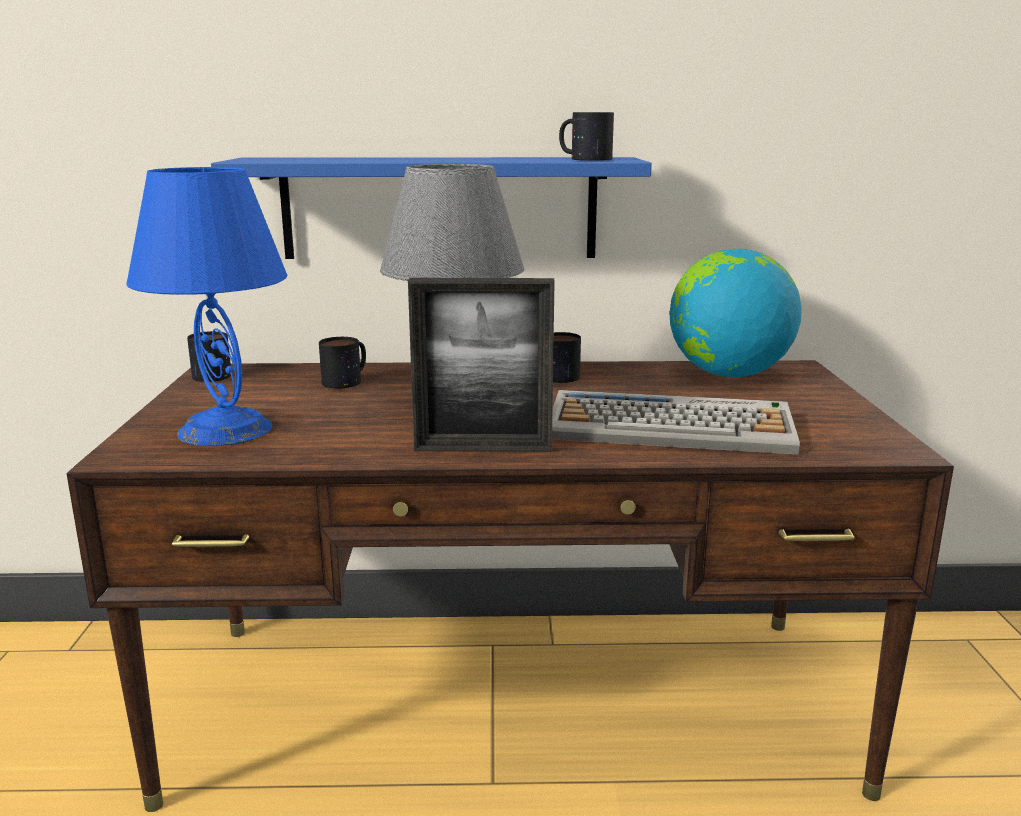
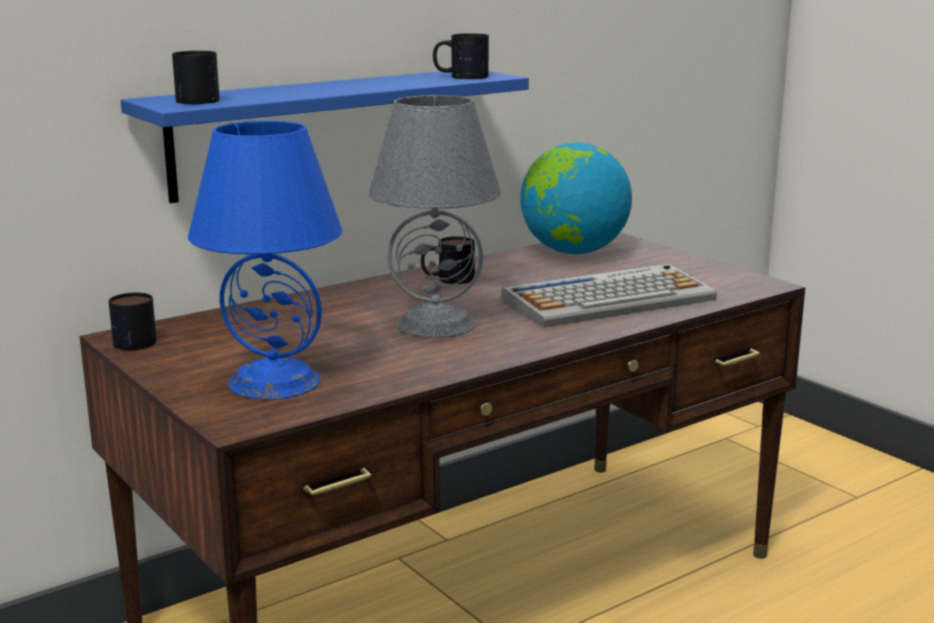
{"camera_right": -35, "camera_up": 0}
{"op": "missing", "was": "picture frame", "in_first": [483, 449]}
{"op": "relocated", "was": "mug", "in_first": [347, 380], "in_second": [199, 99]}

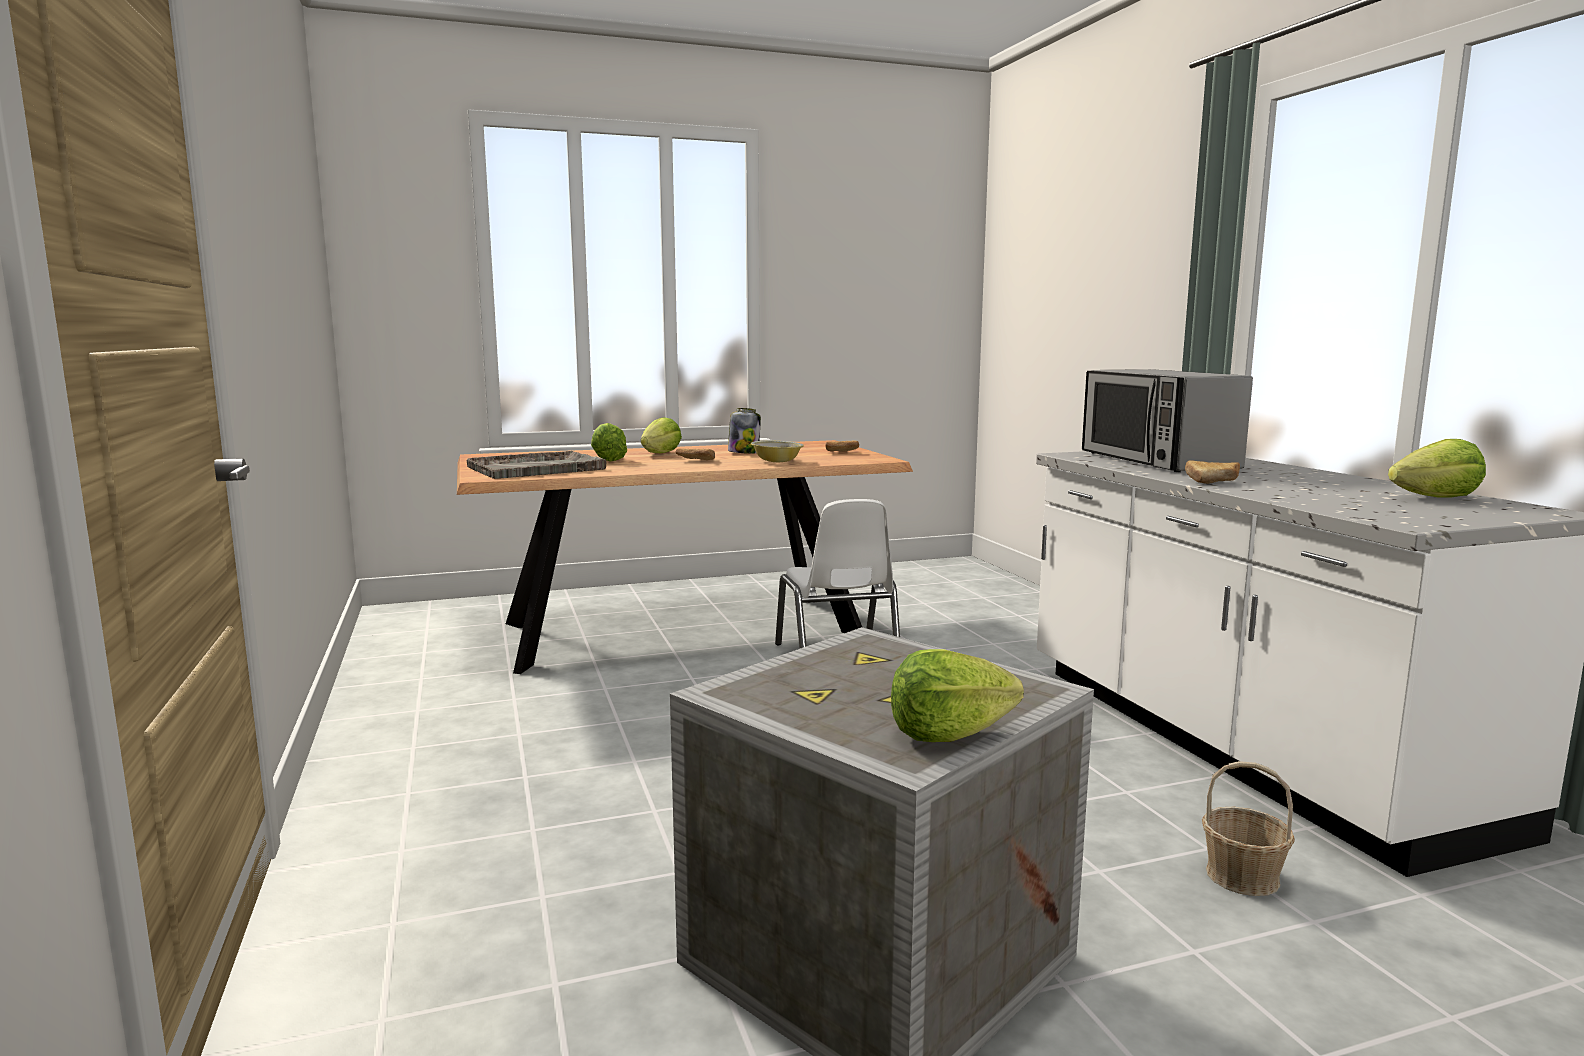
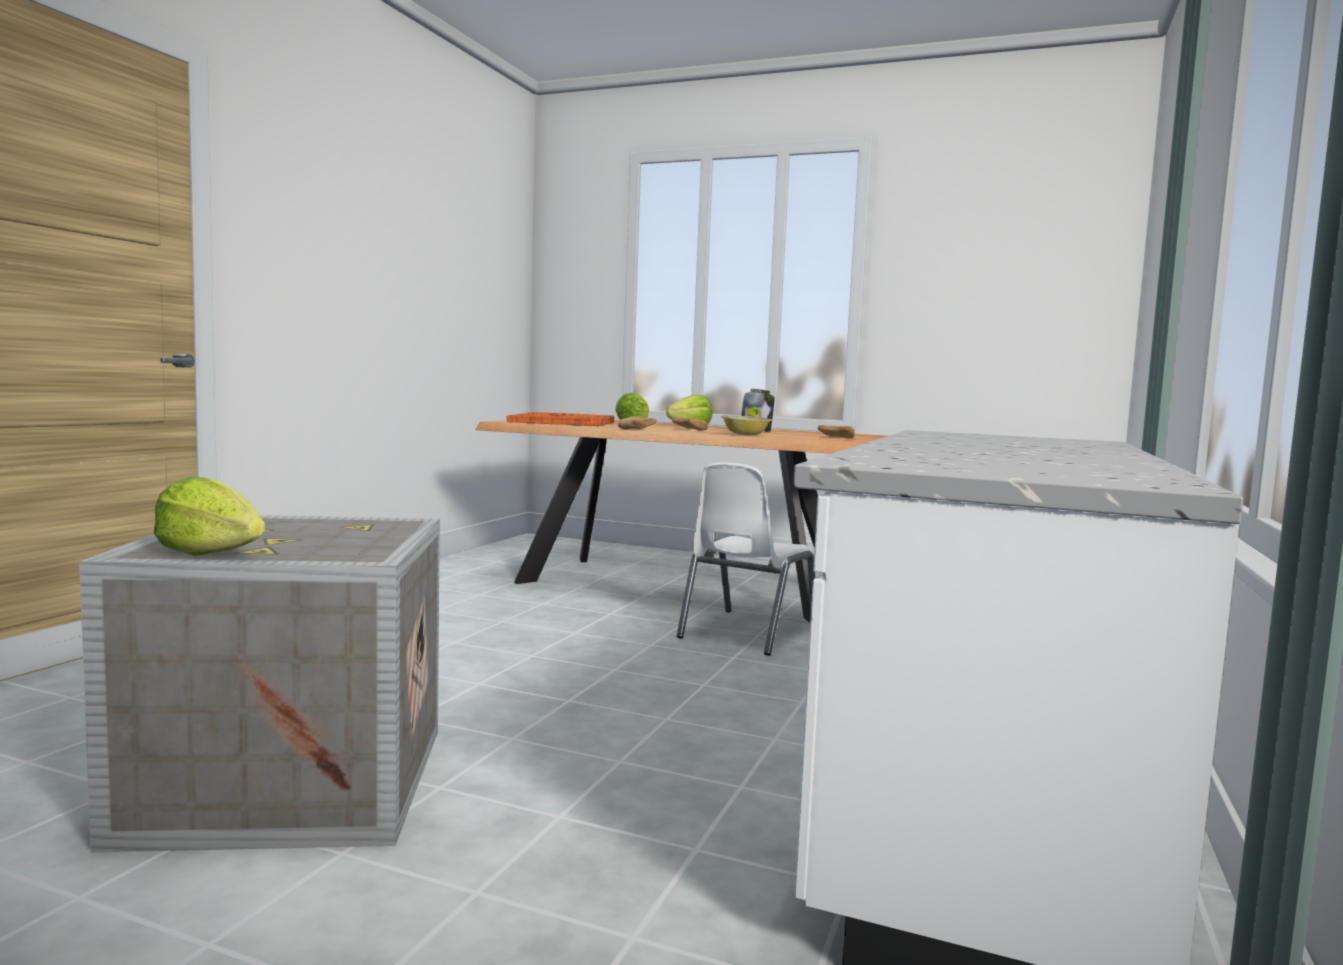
{"camera_right": 40, "camera_up": -5}
{"op": "missing", "was": "microwave", "in_first": [1156, 461]}
{"op": "missing", "was": "lettuce", "in_first": [1435, 498]}
{"op": "colour", "was": "grey tray", "now": "orange tray", "in_first": [537, 468], "in_second": [563, 422]}
{"op": "relocated", "was": "bread", "in_first": [1215, 481], "in_second": [638, 429]}
{"op": "missing", "was": "basket", "in_first": [1243, 877]}

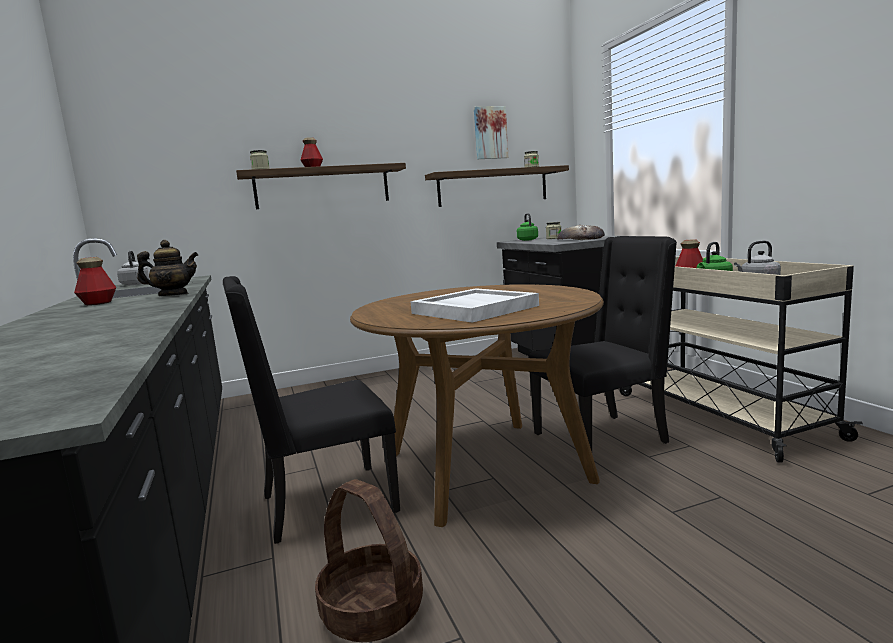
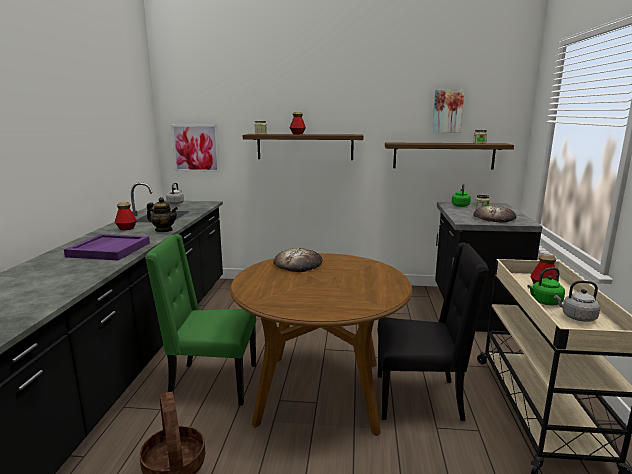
{"camera_right": 25, "camera_up": 5}
{"op": "colour", "was": "black chair", "now": "green chair", "in_first": [325, 504], "in_second": [211, 383]}
{"op": "missing", "was": "white tray", "in_first": [473, 309]}
{"op": "appeared", "now": "picture", "in_second": [196, 148]}
{"op": "appeared", "now": "purple tray", "in_second": [109, 249]}
{"op": "appeared", "now": "bread", "in_second": [298, 264]}

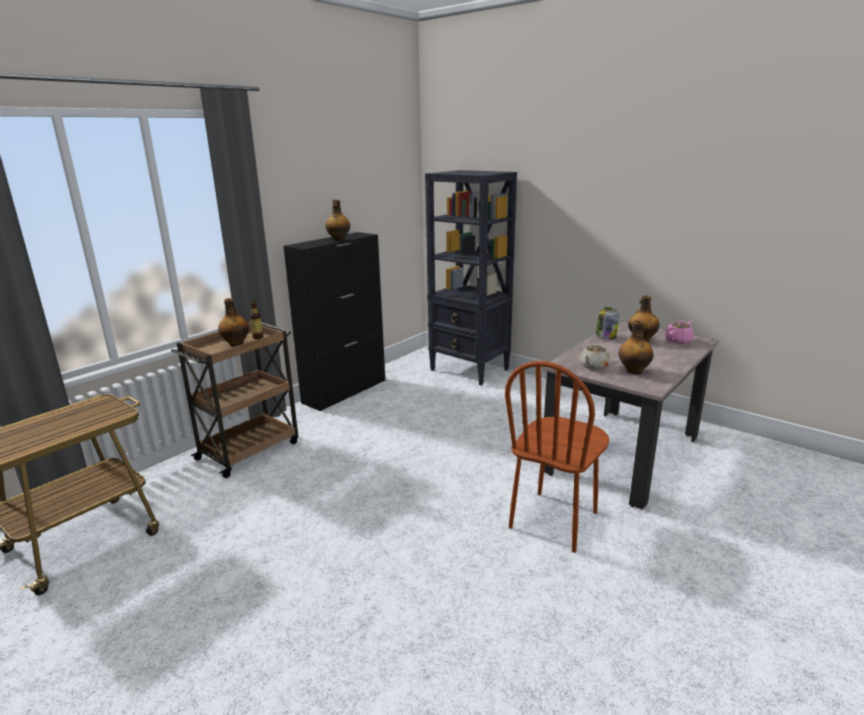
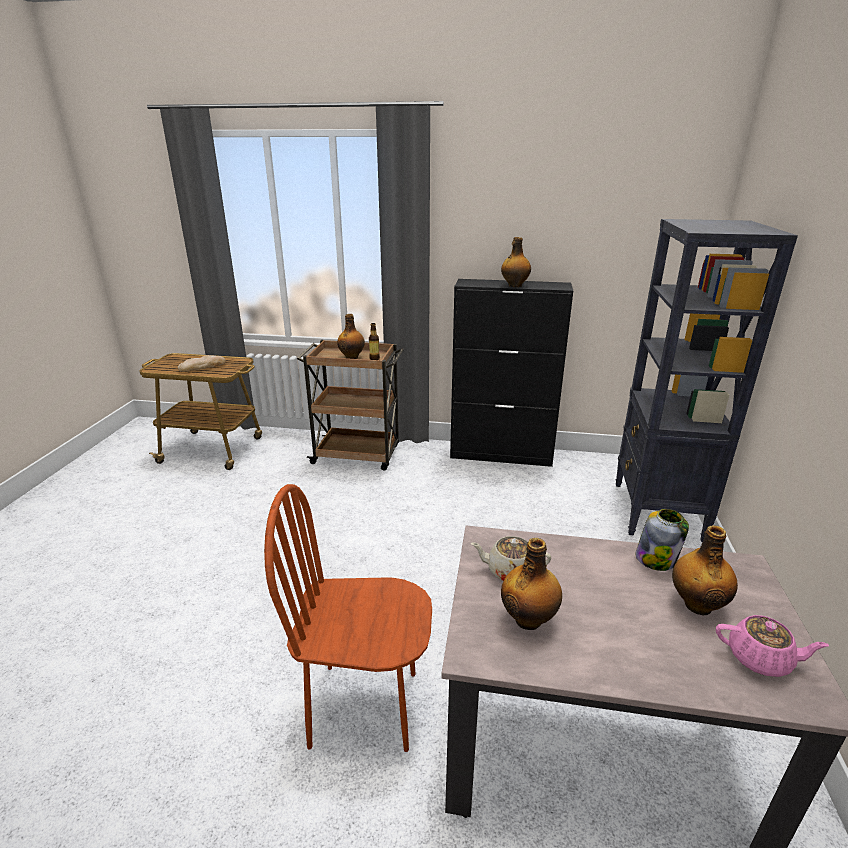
{"camera_right": 60, "camera_up": 5}
{"op": "appeared", "now": "bread", "in_second": [202, 366]}

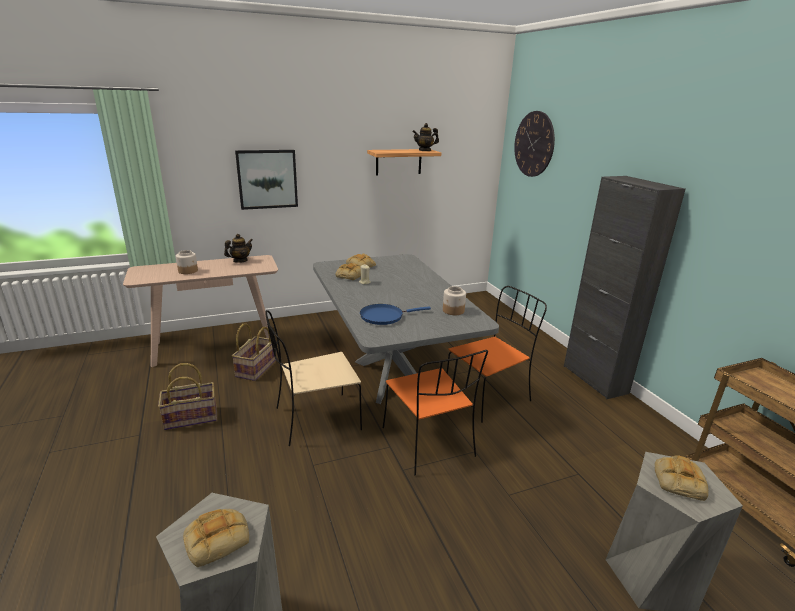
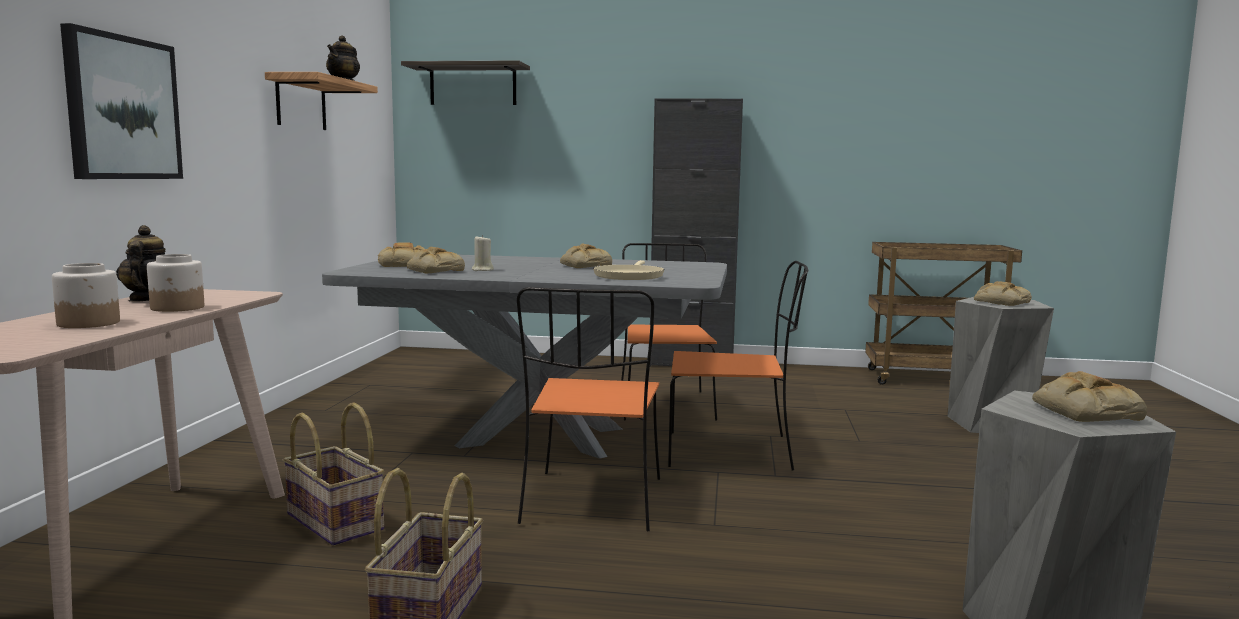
{"camera_right": -60, "camera_up": -15}
{"op": "exchanged", "was": "wall clock", "now": "shelf", "in_first": [534, 144], "in_second": [473, 85]}
{"op": "relocated", "was": "jar", "in_first": [453, 311], "in_second": [178, 308]}
{"op": "colour", "was": "blue frying pan", "now": "beige frying pan", "in_first": [384, 316], "in_second": [629, 276]}
{"op": "colour", "was": "beige chair", "now": "orange chair", "in_first": [315, 419], "in_second": [593, 503]}
{"op": "appeared", "now": "bread", "in_second": [584, 265]}

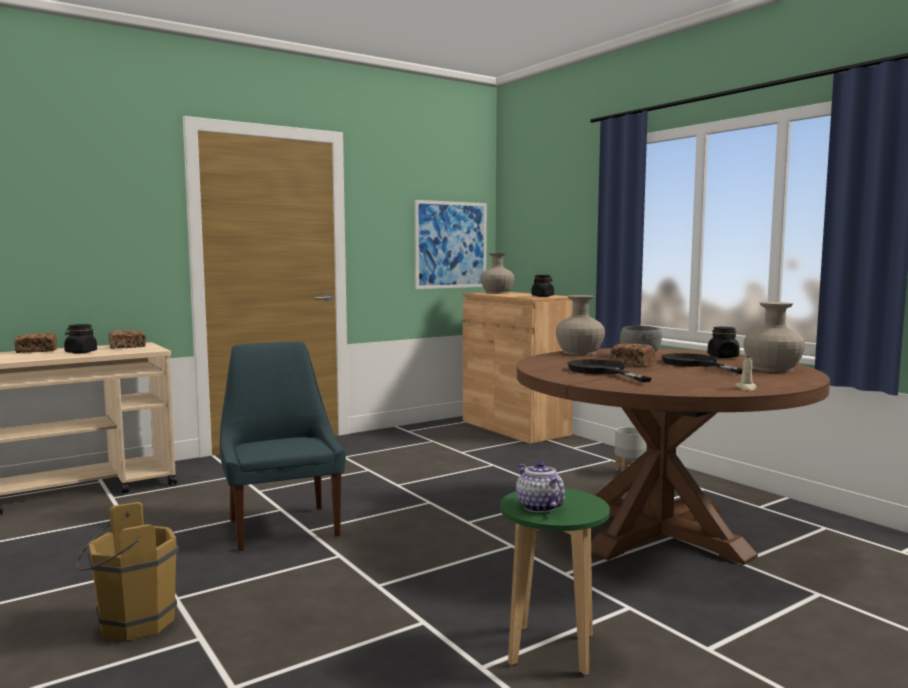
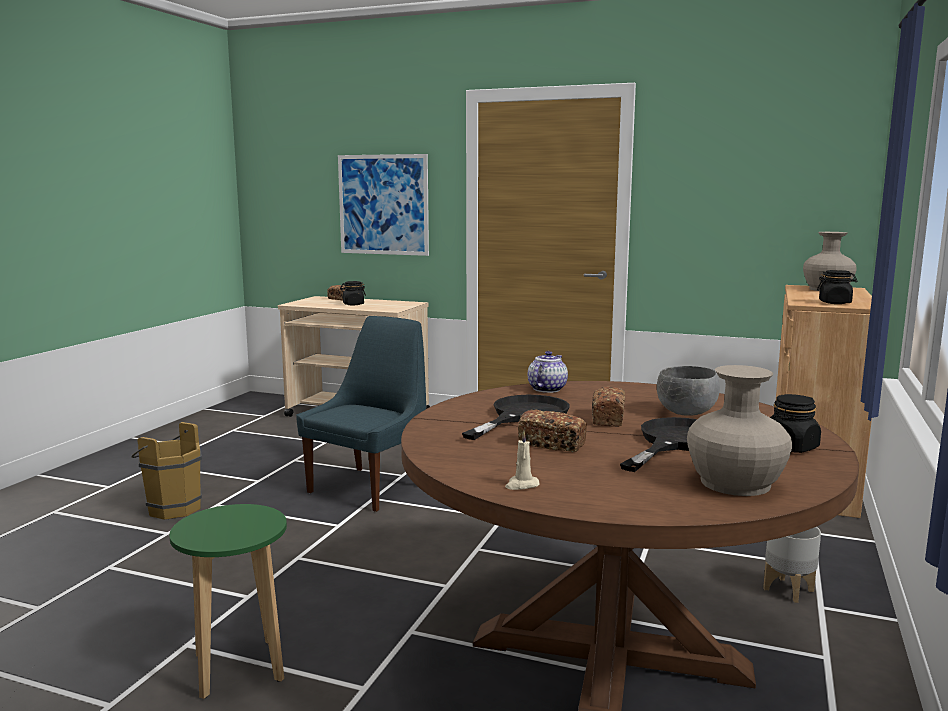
{"camera_right": 55, "camera_up": 5}
{"op": "relocated", "was": "picture", "in_first": [451, 245], "in_second": [383, 205]}
{"op": "missing", "was": "beige vase", "in_first": [579, 353]}
{"op": "relocated", "was": "bread", "in_first": [127, 347], "in_second": [552, 444]}
{"op": "relocated", "was": "teapot", "in_first": [538, 506], "in_second": [547, 389]}

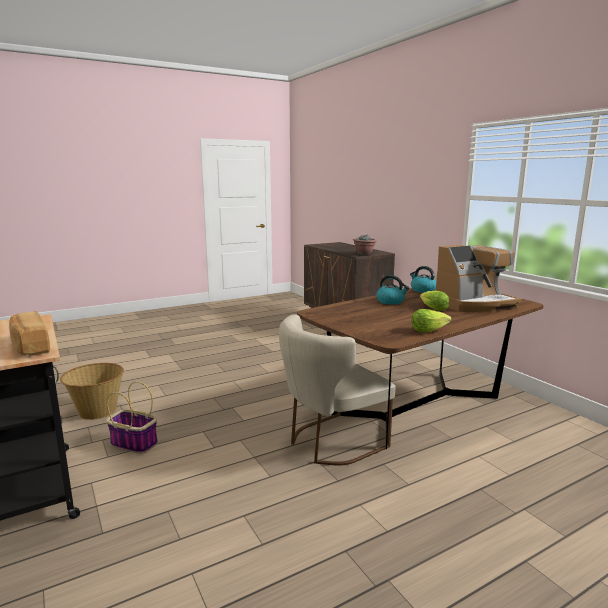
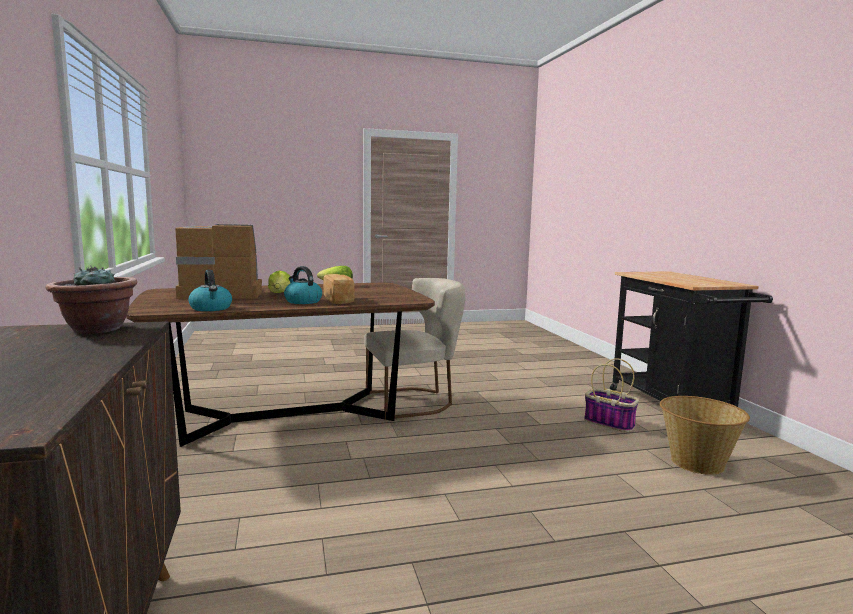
{"camera_right": -165, "camera_up": -5}
{"op": "relocated", "was": "bread", "in_first": [30, 347], "in_second": [339, 300]}

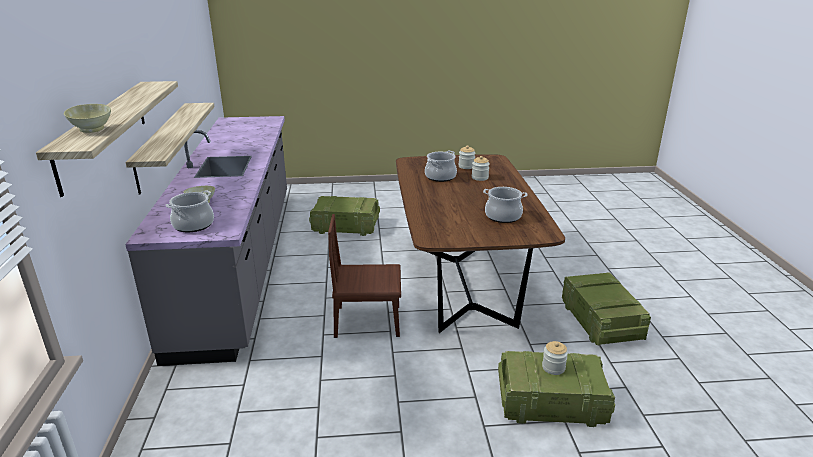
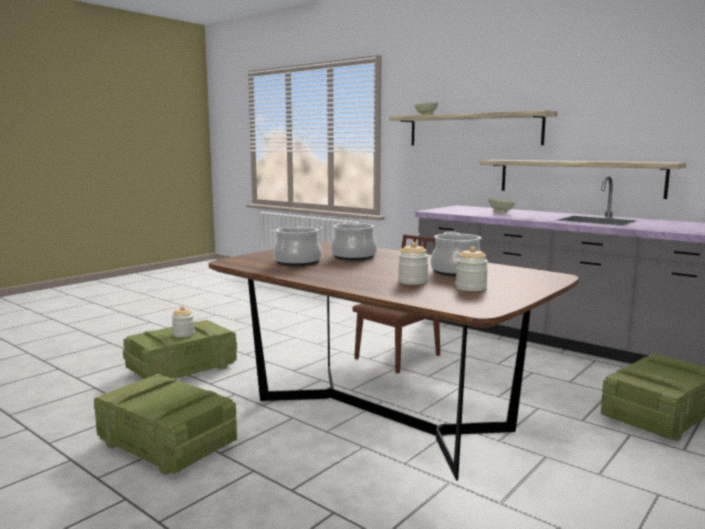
{"camera_right": 135, "camera_up": -15}
{"op": "relocated", "was": "cooking pot", "in_first": [193, 225], "in_second": [353, 257]}

